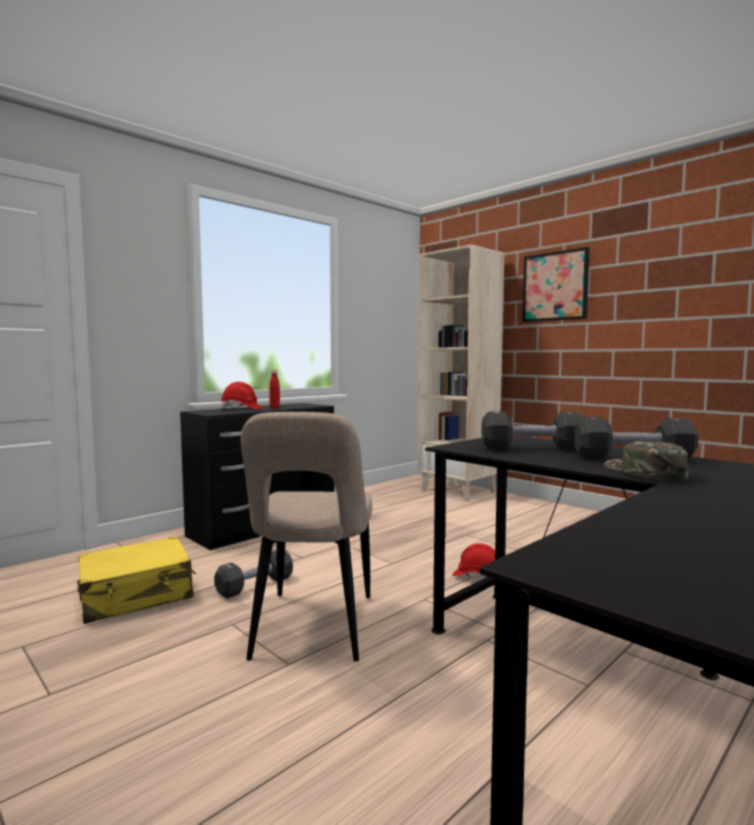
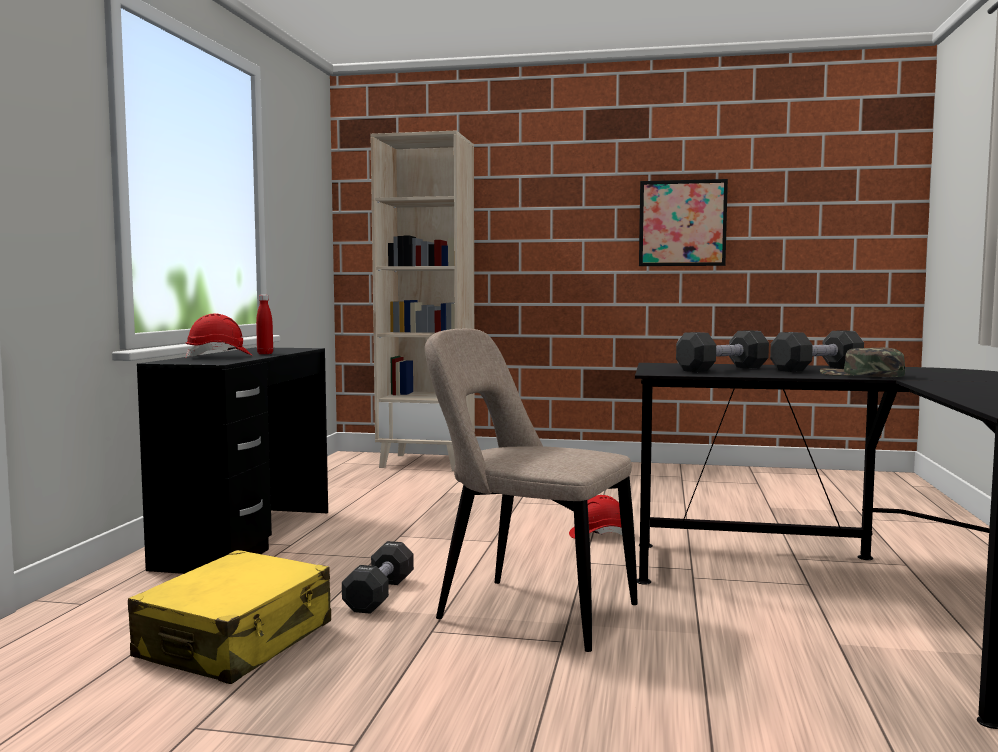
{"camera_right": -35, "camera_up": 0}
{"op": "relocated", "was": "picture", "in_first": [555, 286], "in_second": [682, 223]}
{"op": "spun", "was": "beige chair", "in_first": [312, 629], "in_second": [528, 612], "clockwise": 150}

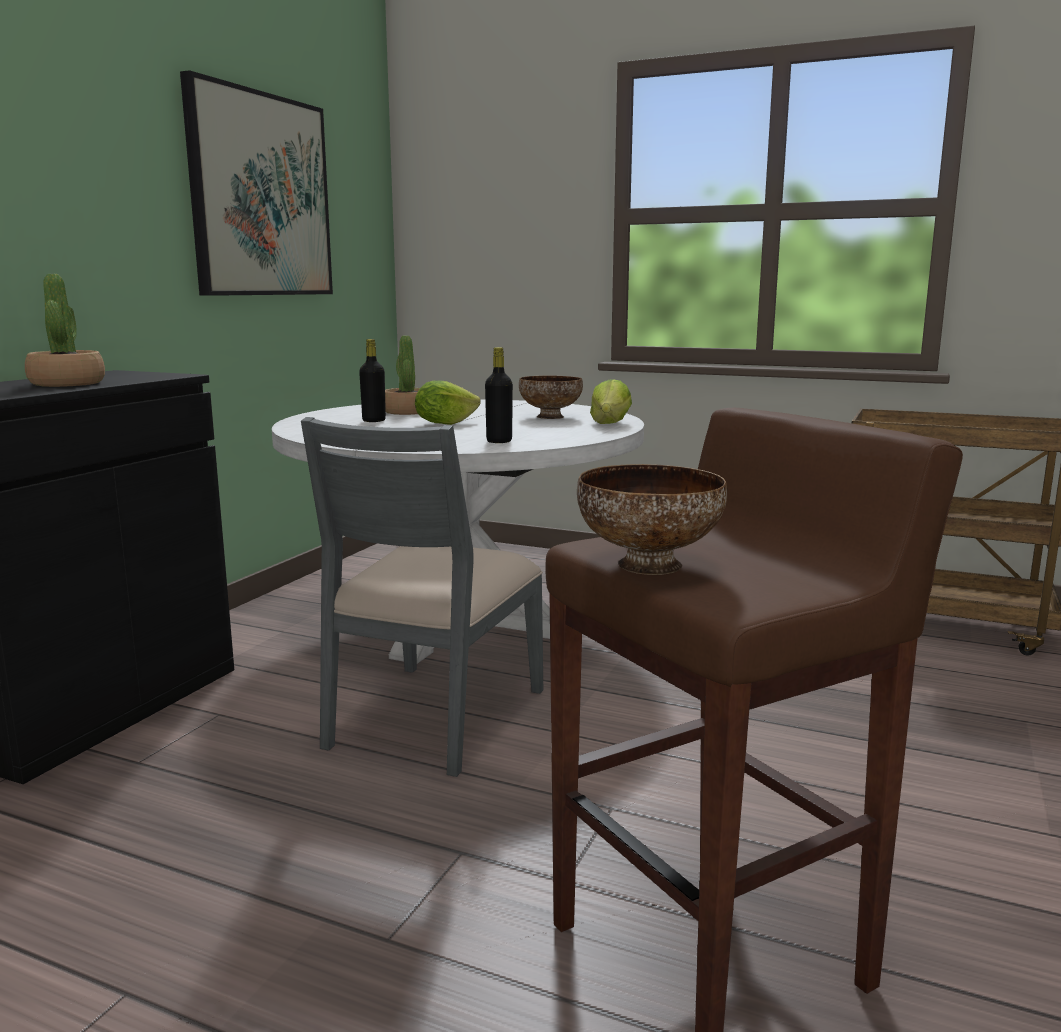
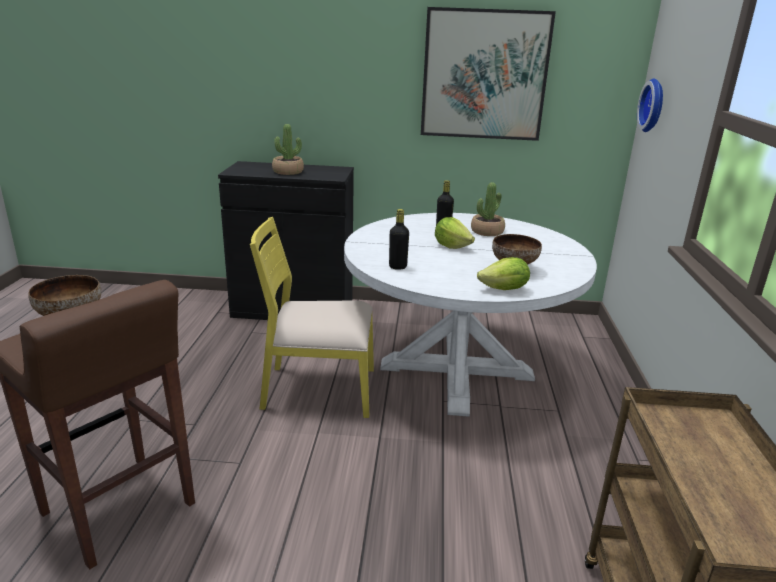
{"camera_right": 70, "camera_up": 10}
{"op": "colour", "was": "grey chair", "now": "yellow chair", "in_first": [433, 717], "in_second": [318, 389]}
{"op": "appeared", "now": "wall clock", "in_second": [654, 105]}

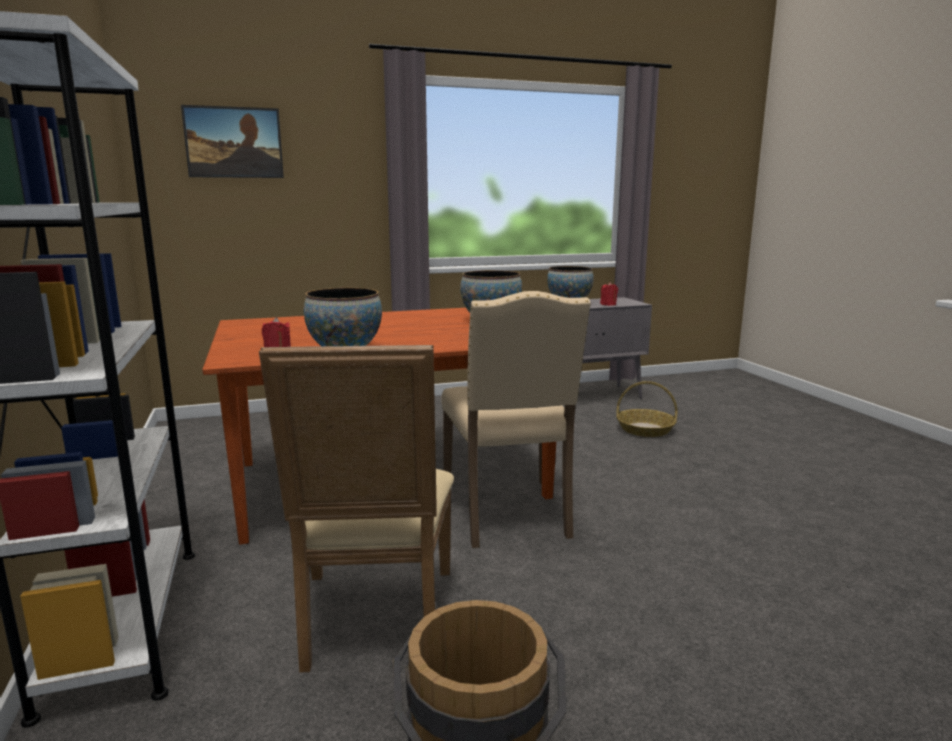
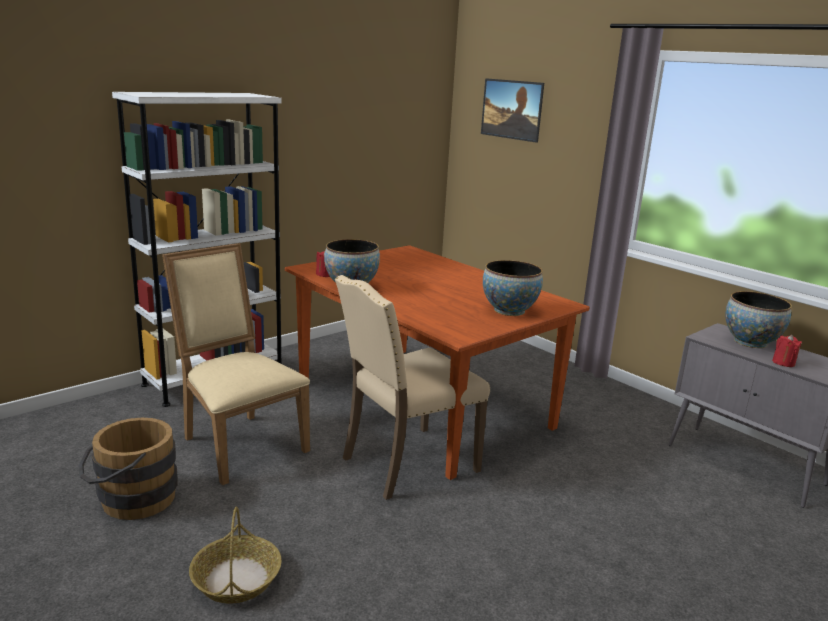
{"camera_right": 65, "camera_up": 5}
{"op": "spun", "was": "beige chair", "in_first": [374, 623], "in_second": [239, 443], "clockwise": 75}
{"op": "relocated", "was": "basket", "in_first": [644, 429], "in_second": [236, 578]}

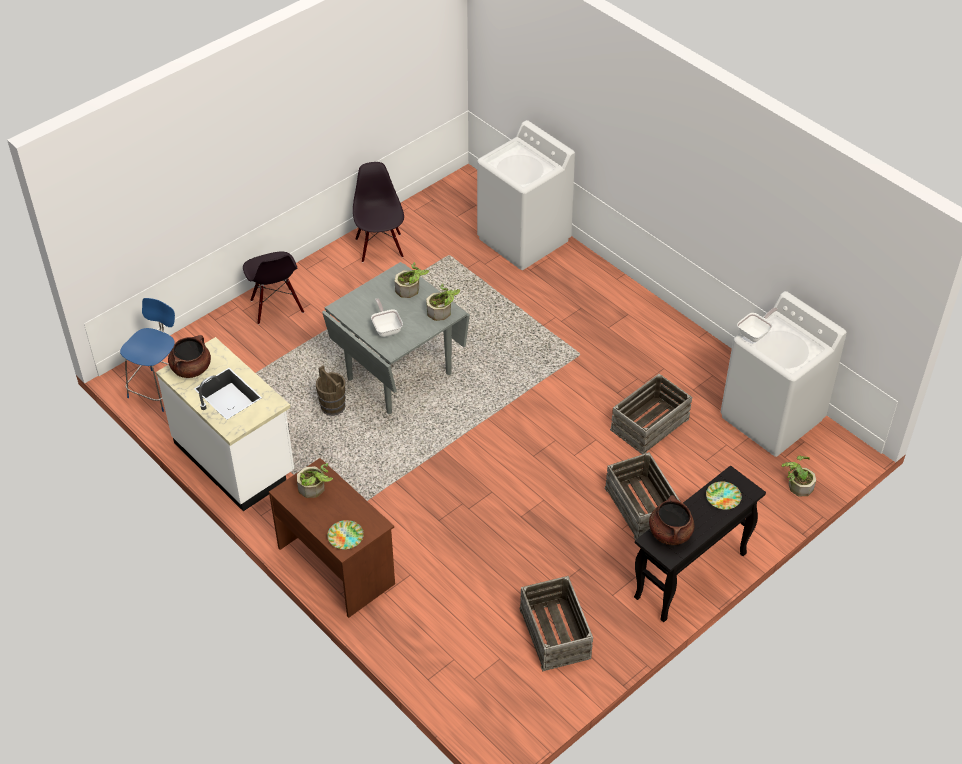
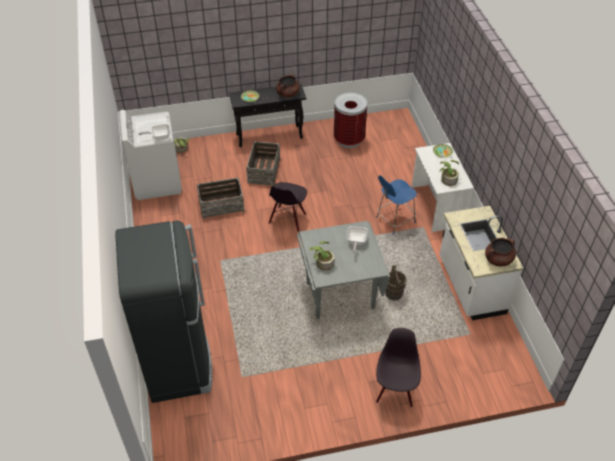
{"camera_right": -150, "camera_up": 0}
{"op": "exchanged", "was": "white washing machine", "now": "black fridge", "in_first": [524, 240], "in_second": [179, 364]}
{"op": "relocated", "was": "black chair", "in_first": [380, 247], "in_second": [287, 219]}
{"op": "missing", "was": "potted plant", "in_first": [442, 311]}
{"op": "relocated", "was": "blue chair", "in_first": [158, 389], "in_second": [394, 220]}
{"op": "colour", "was": "brown desk", "now": "white desk", "in_first": [337, 564], "in_second": [436, 206]}
{"op": "exchanged", "was": "crate", "now": "trash can", "in_first": [555, 633], "in_second": [349, 139]}

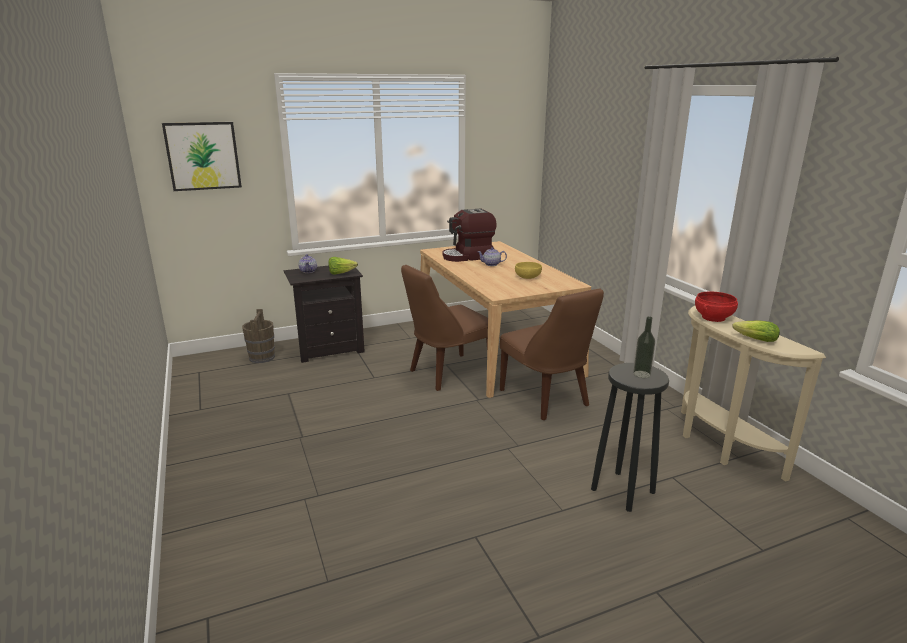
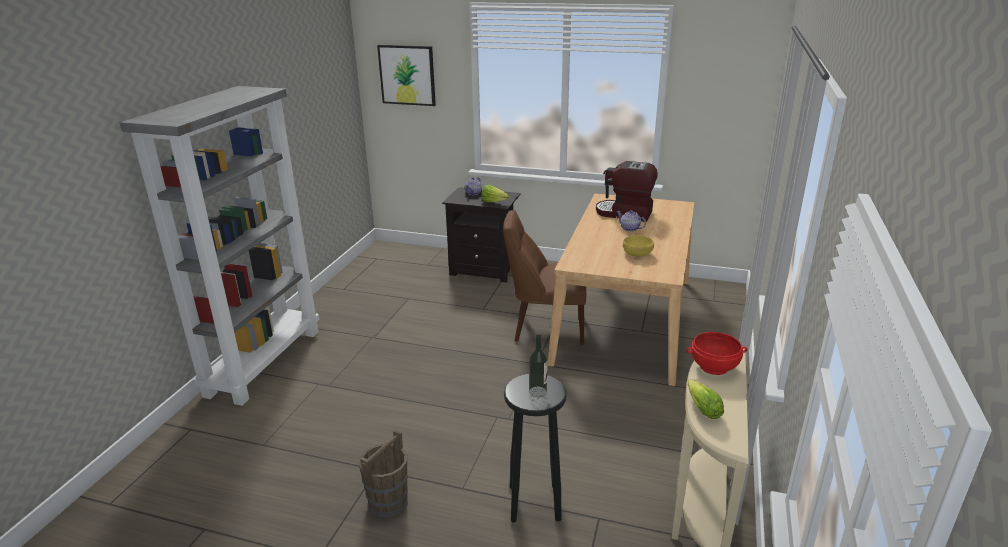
{"camera_right": 40, "camera_up": 5}
{"op": "missing", "was": "brown chair", "in_first": [546, 399]}
{"op": "relocated", "was": "brown bucket", "in_first": [262, 357], "in_second": [388, 501]}
{"op": "appeared", "now": "grey bookcase", "in_second": [264, 361]}

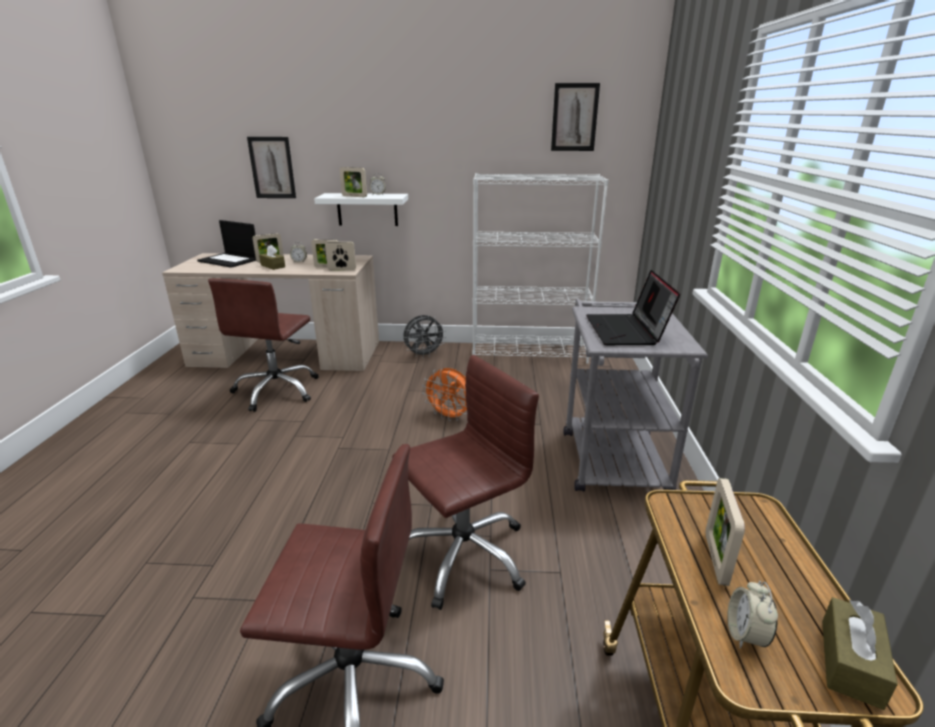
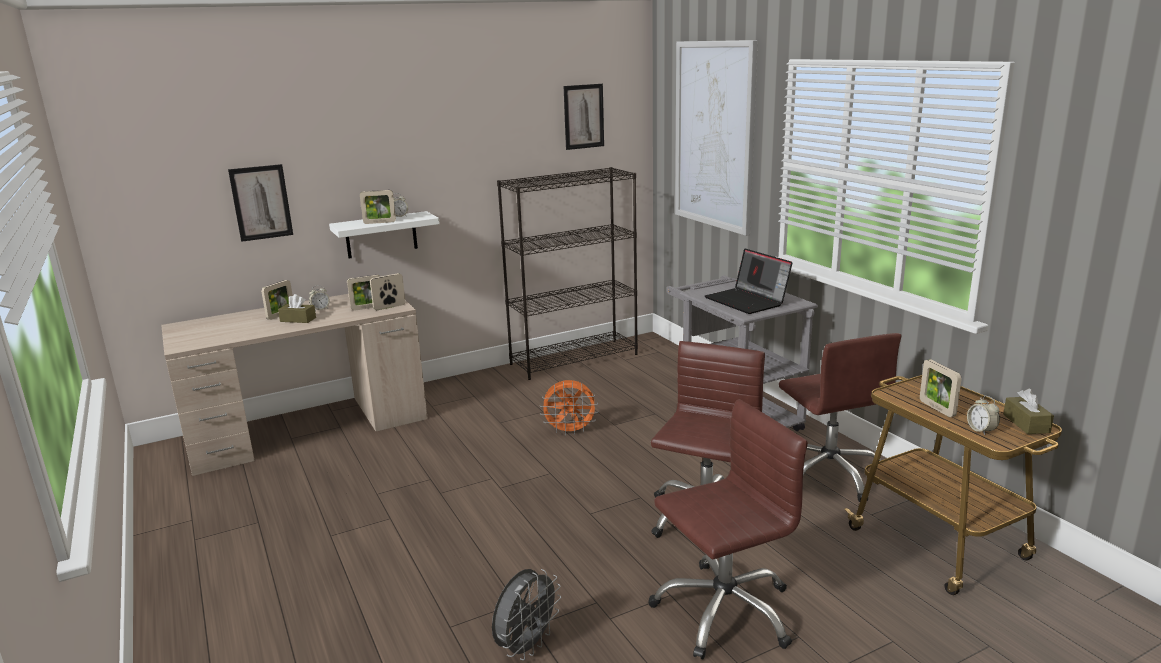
{"camera_right": -30, "camera_up": -5}
{"op": "colour", "was": "white bookcase", "now": "black bookcase", "in_first": [530, 353], "in_second": [574, 359]}
{"op": "missing", "was": "laptop", "in_first": [230, 260]}
{"op": "relocated", "was": "brown office chair", "in_first": [277, 390], "in_second": [829, 474]}
{"op": "relocated", "was": "grey fan", "in_first": [424, 355], "in_second": [526, 646]}
{"op": "appeared", "now": "picture", "in_second": [714, 135]}

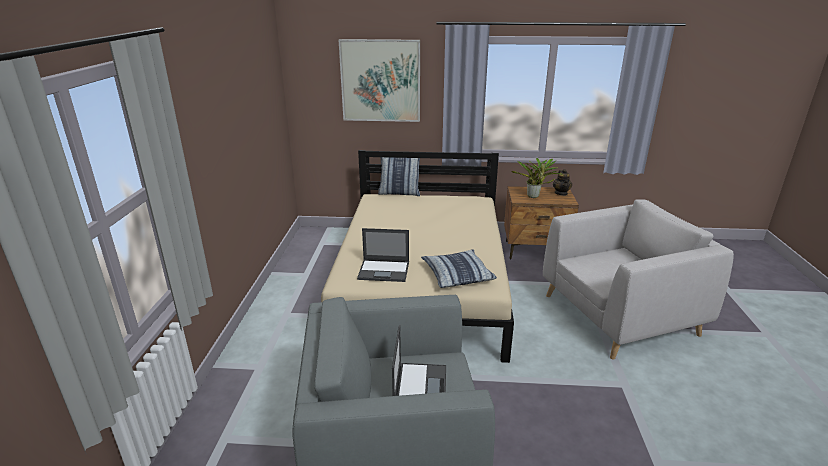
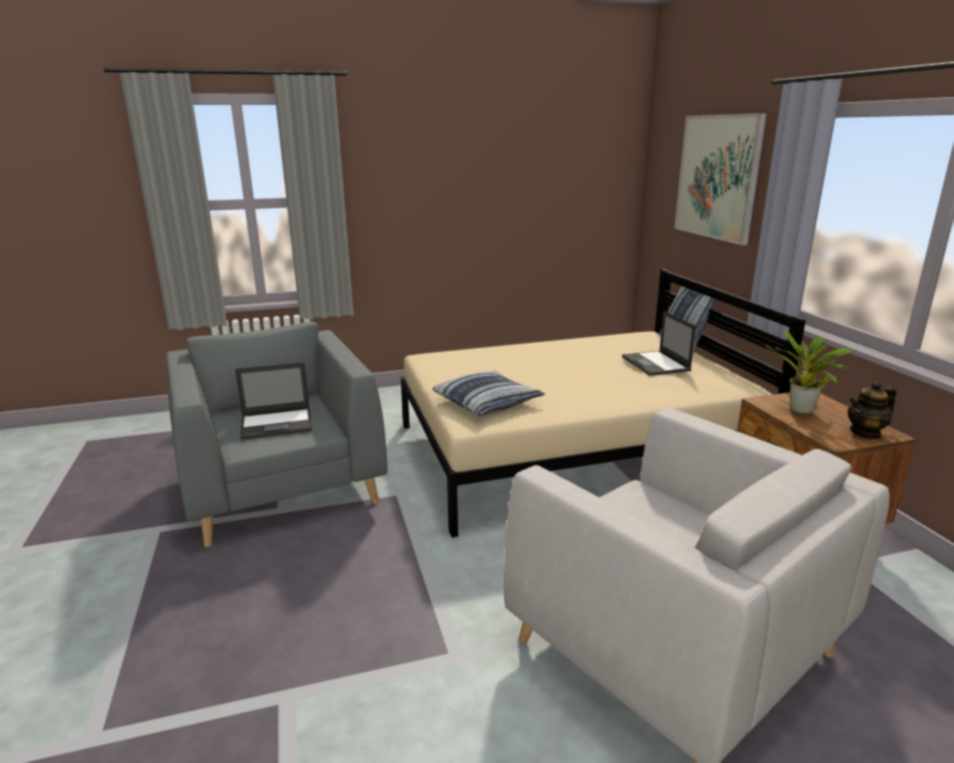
{"camera_right": 70, "camera_up": -5}
{"op": "relocated", "was": "laptop", "in_first": [384, 270], "in_second": [656, 364]}

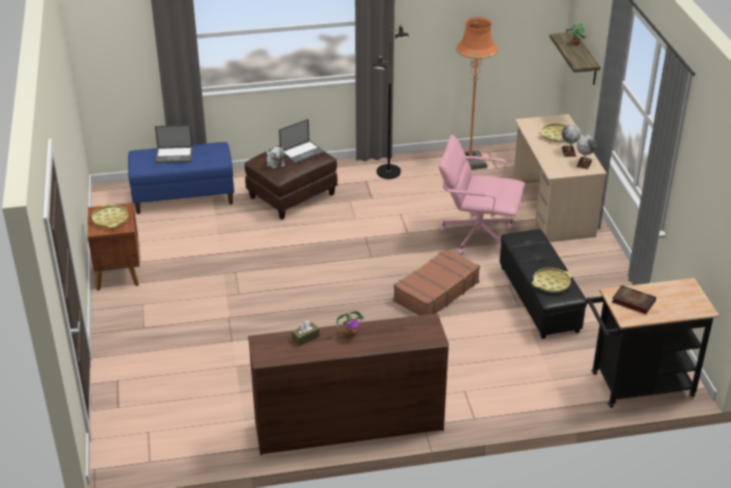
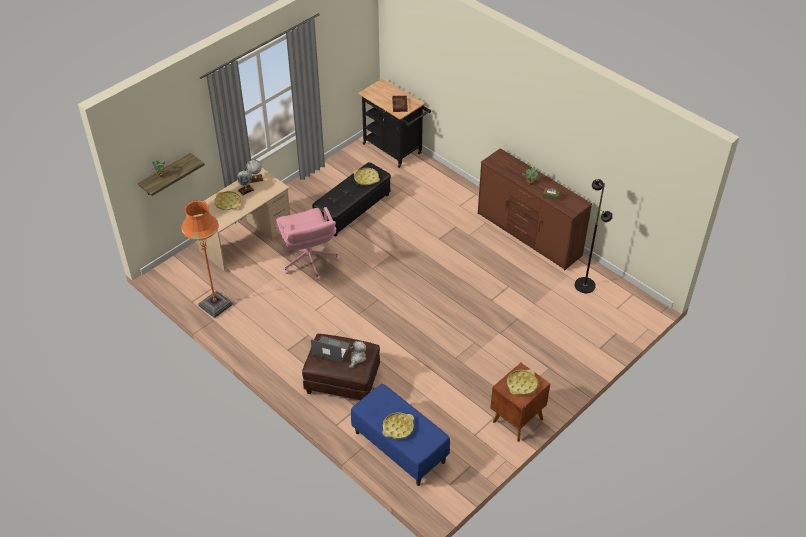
{"camera_right": -125, "camera_up": 10}
{"op": "relocated", "was": "black floor lamp", "in_first": [388, 172], "in_second": [585, 285]}
{"op": "exchanged", "was": "laptop", "now": "yellow tray", "in_first": [174, 155], "in_second": [398, 427]}
{"op": "missing", "was": "brown suitcase", "in_first": [435, 291]}

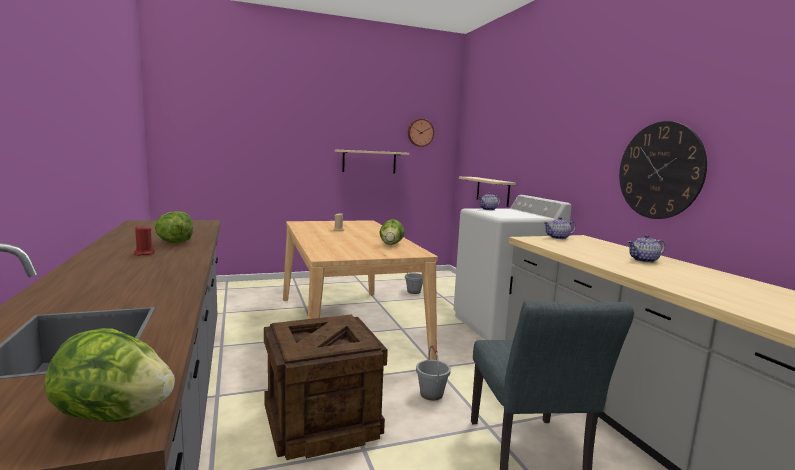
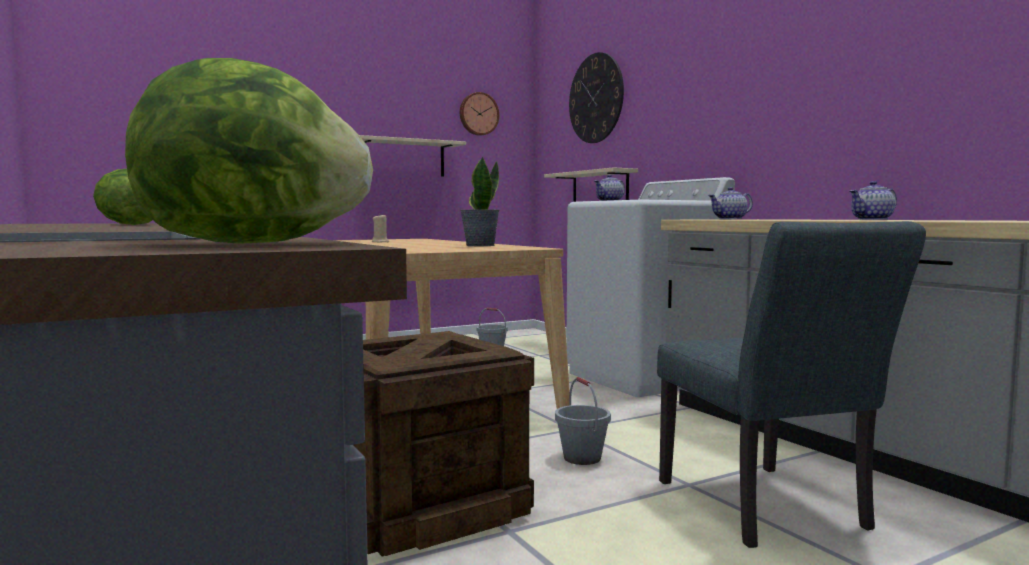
{"camera_right": -10, "camera_up": -5}
{"op": "relocated", "was": "wall clock", "in_first": [660, 170], "in_second": [596, 98]}
{"op": "exchanged", "was": "lettuce", "now": "potted plant", "in_first": [391, 244], "in_second": [479, 245]}
{"op": "missing", "was": "red candle", "in_first": [144, 253]}

